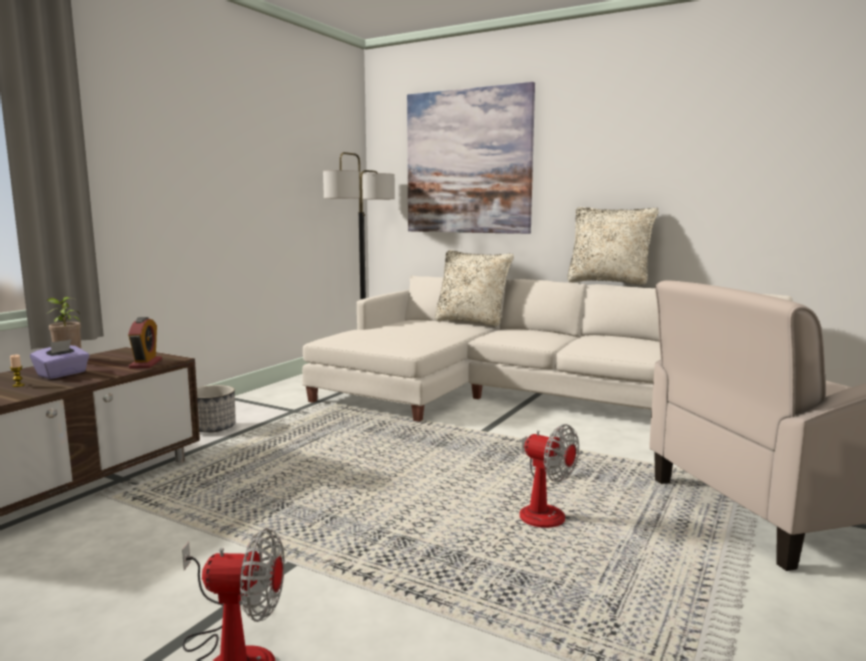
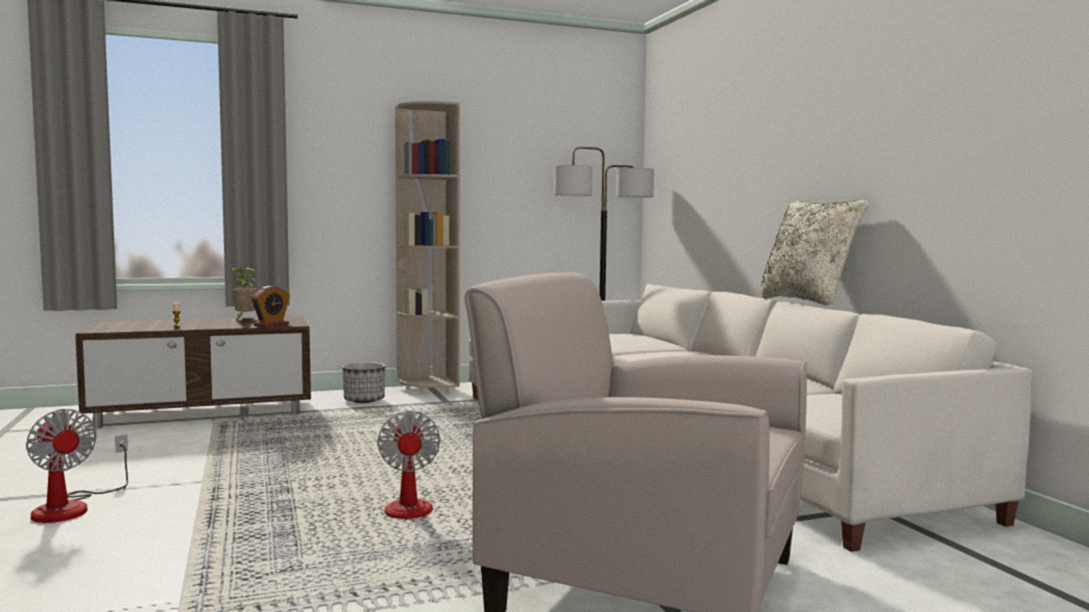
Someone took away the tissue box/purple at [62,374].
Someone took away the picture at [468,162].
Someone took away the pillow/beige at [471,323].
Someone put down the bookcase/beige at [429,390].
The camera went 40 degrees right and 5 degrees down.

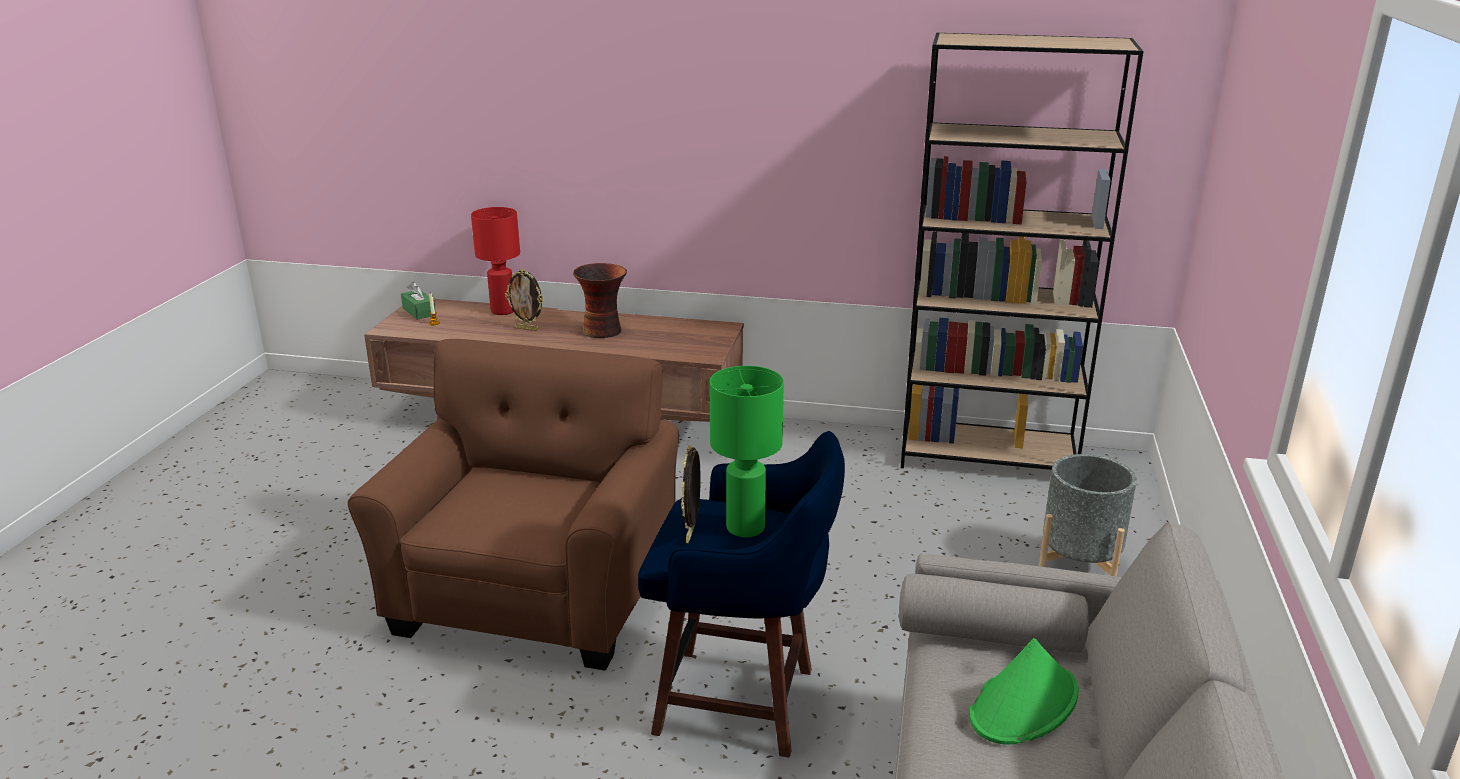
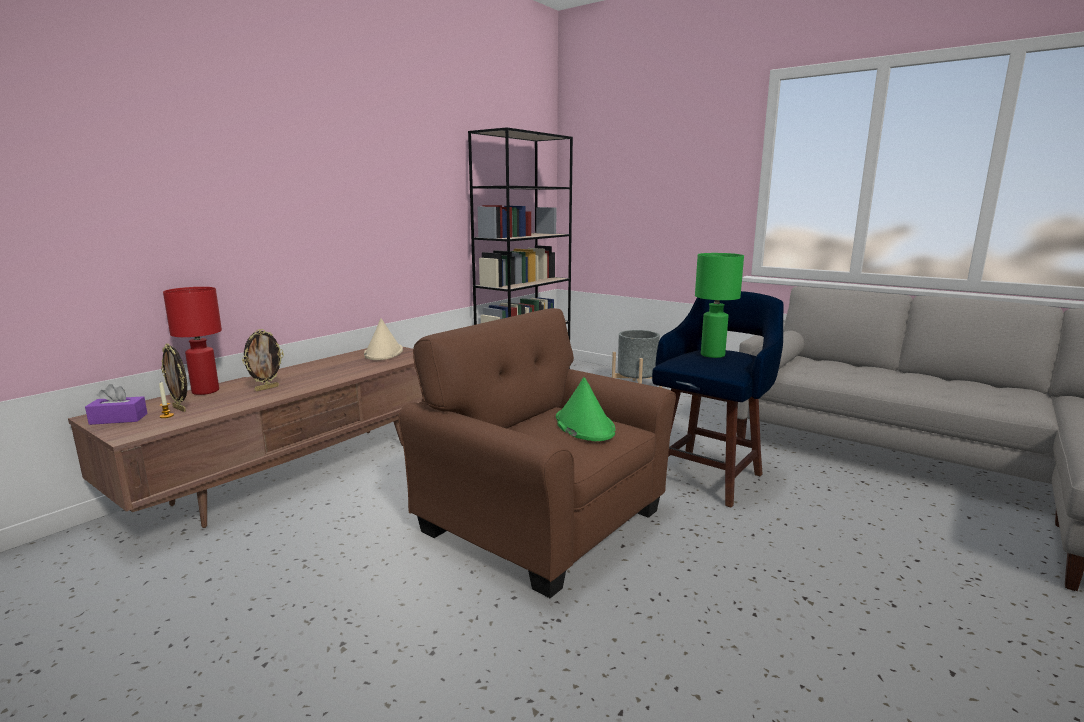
Someone repainted the tissue box/green at [419,312], which became the tissue box/purple at [118,419].
Someone took away the vase at [603,331].
Someone carried the picture frame from [692,534] to [180,409].
Someone carried the hat/green from [1024,704] to [584,425].
Someone put down the hat/beige at [383,353].
The camera went 65 degrees left and 10 degrees down.

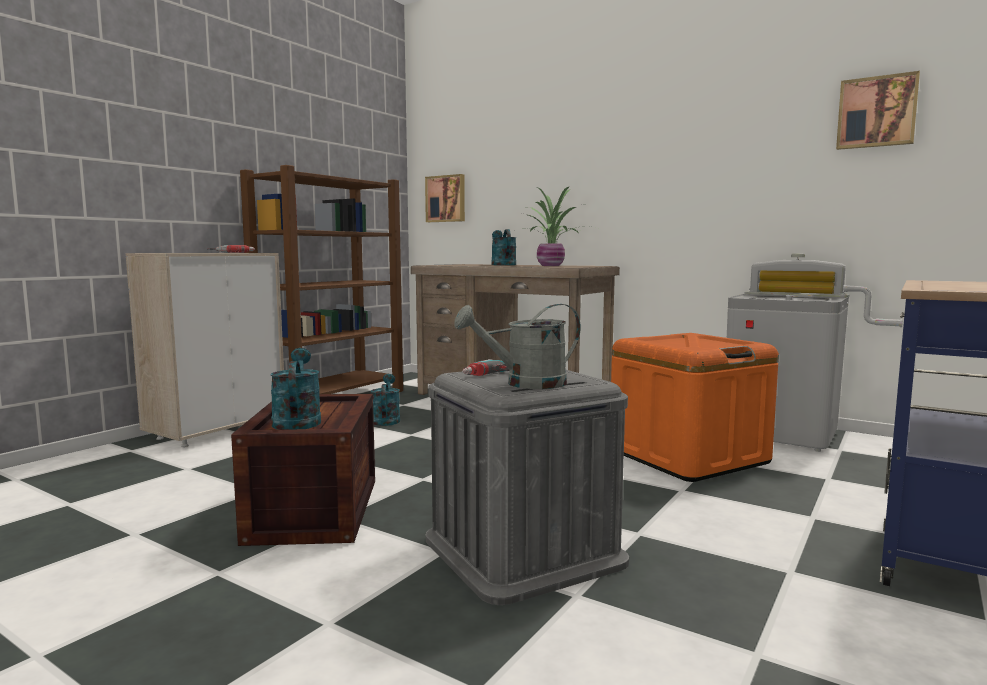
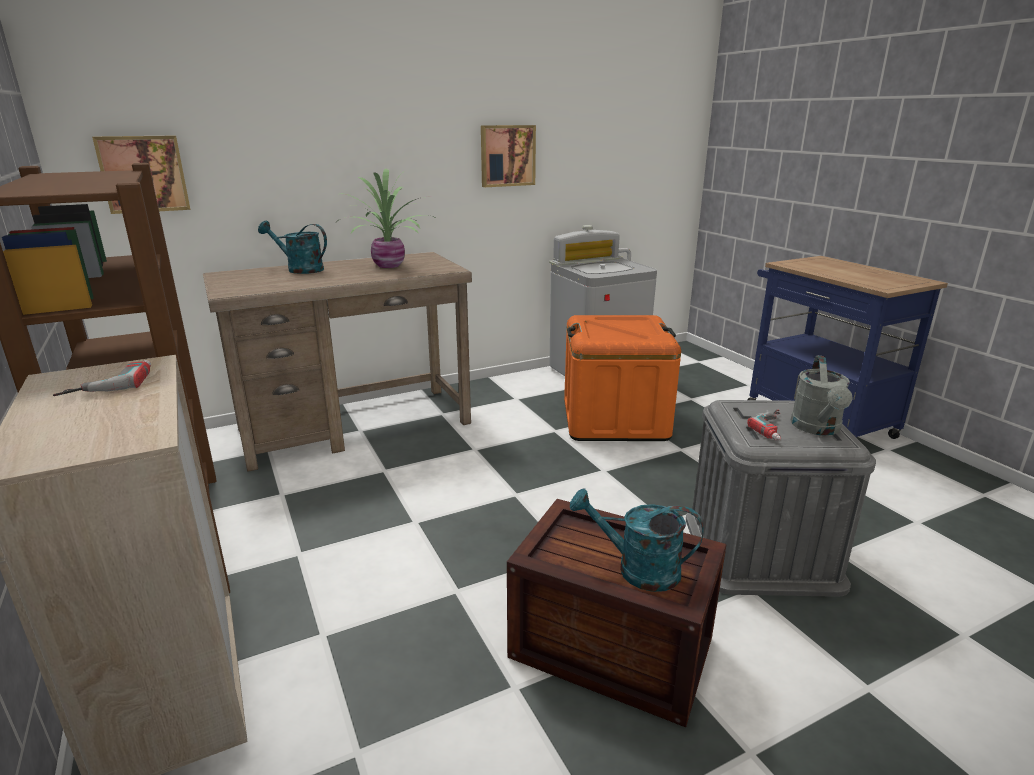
Someone took away the watering can/turquoise at [386,419].
Someone carried the picture from [876,112] to [507,155].
The camera went 60 degrees left and 15 degrees up.

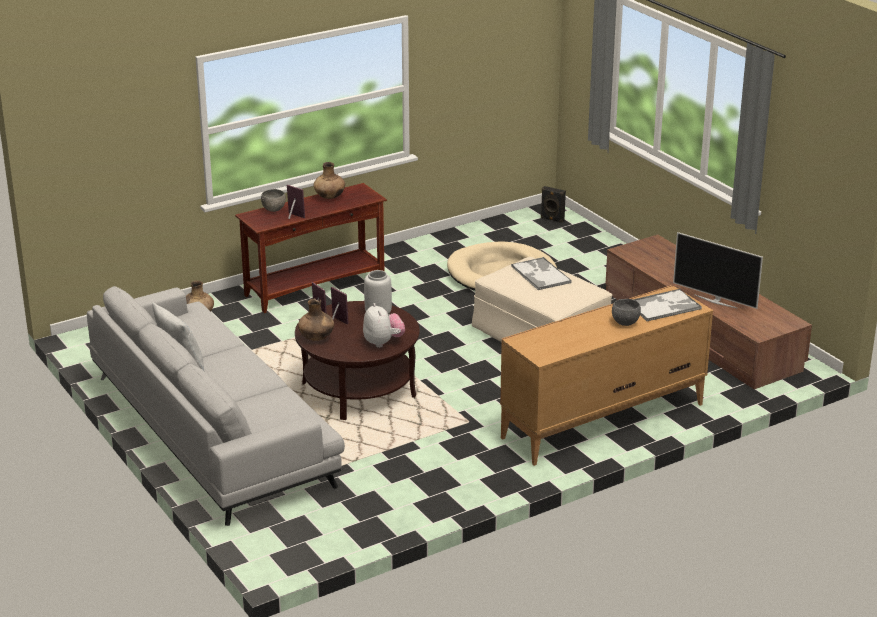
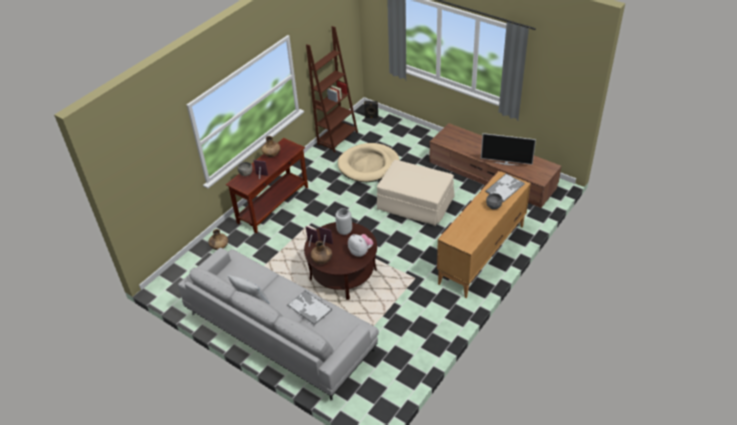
Someone carried the tray from [540,274] to [309,308].
Someone put down the bookcase/brown at [337,138].
The camera went 20 degrees left and 15 degrees up.

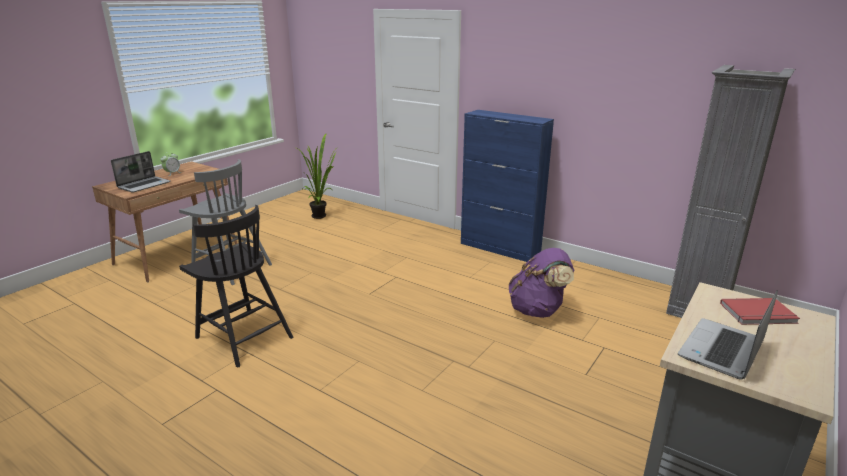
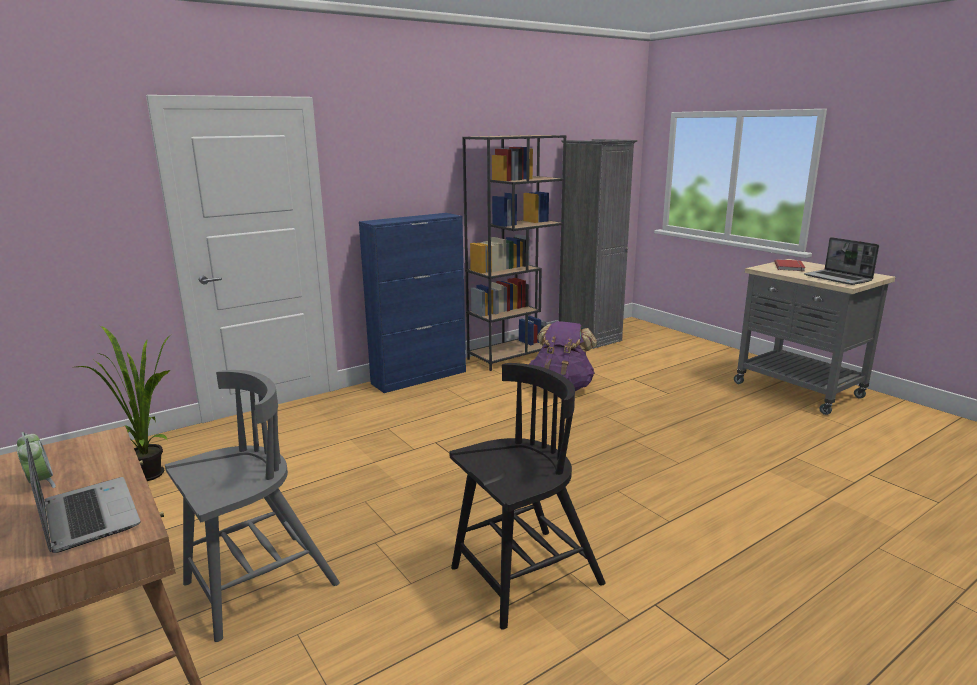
Someone put down the bookcase at [514,355].
The camera went 70 degrees left and 5 degrees down.

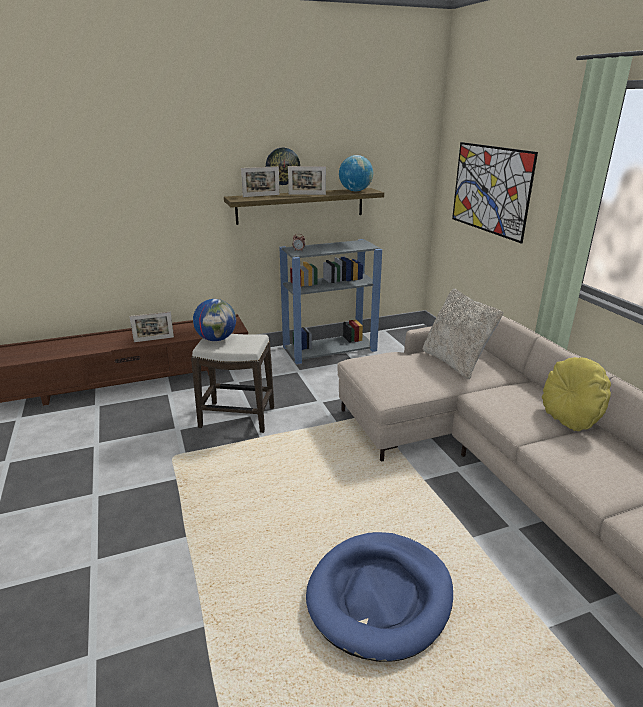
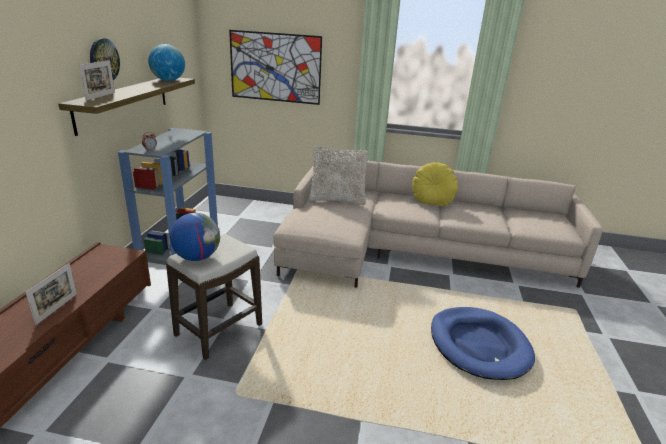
Someone took away the picture frame at [307,194].
The camera went 60 degrees left and 0 degrees up.

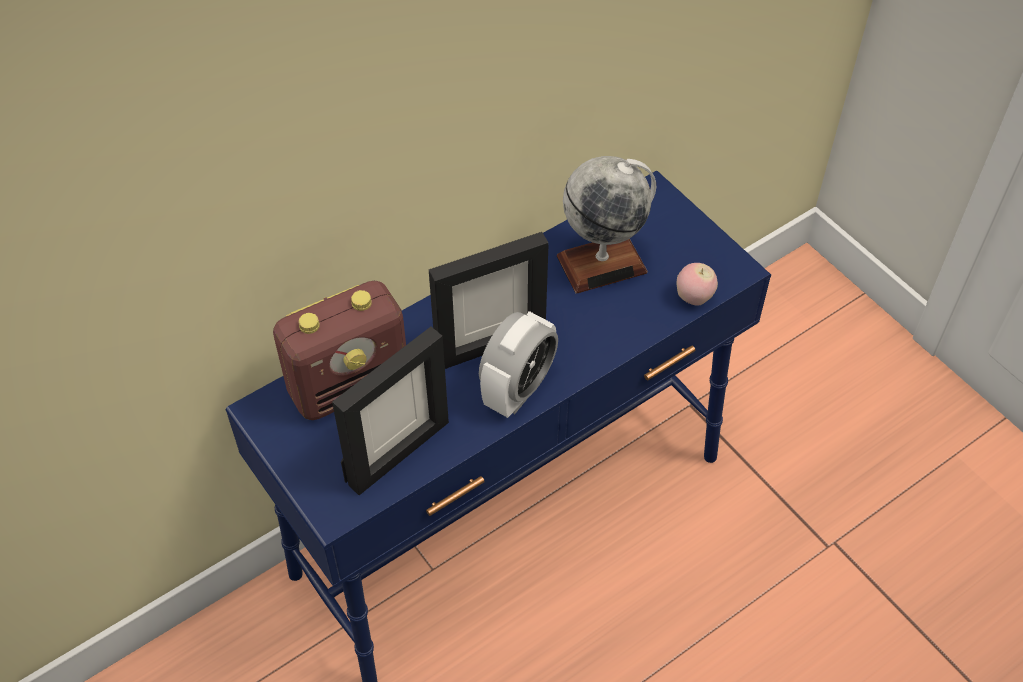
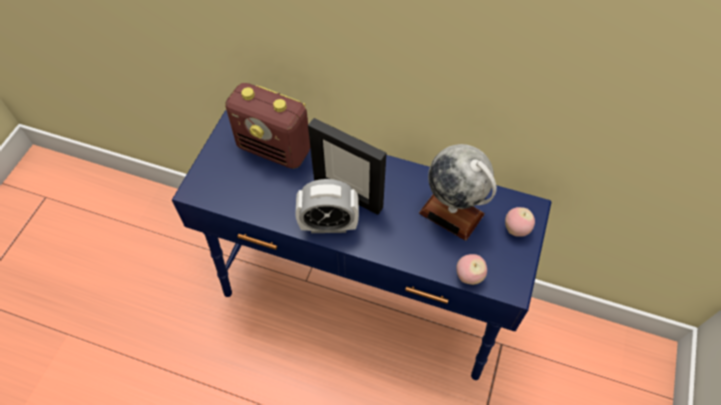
Someone took away the picture frame at [397,452].
Someone put down the apple at [516,229].
The camera went 55 degrees right and 5 degrees up.

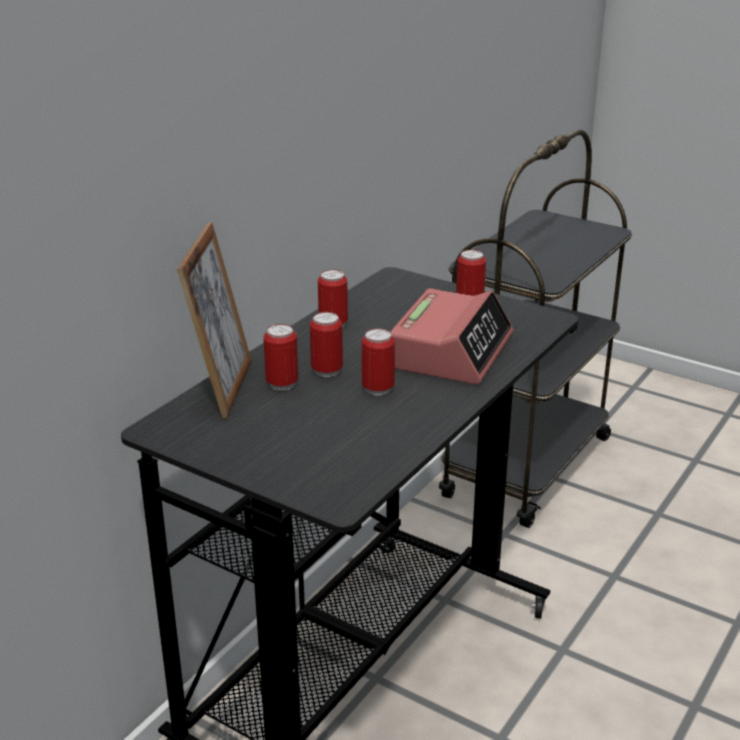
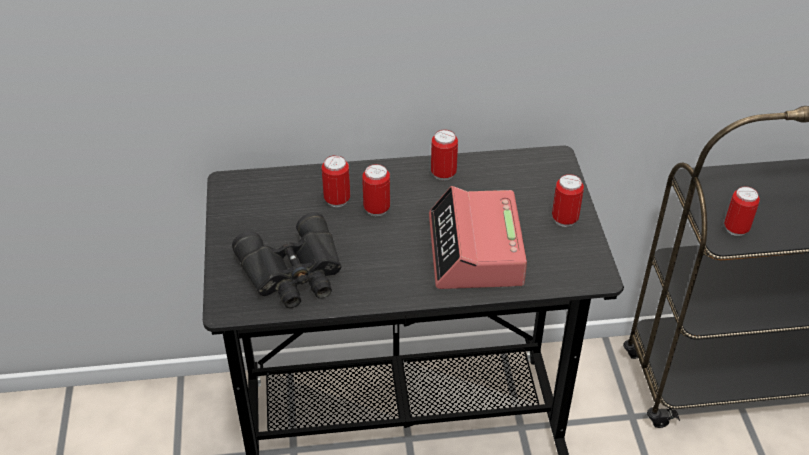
Someone took away the picture frame at [222,388].
Someone carried the can from [378,389] to [736,229].
Someone rotated the alarm clock at [451,351] by 105 degrees clockwise.
Someone put down the binoculars/black at [294,273].
The camera went 50 degrees right and 15 degrees up.

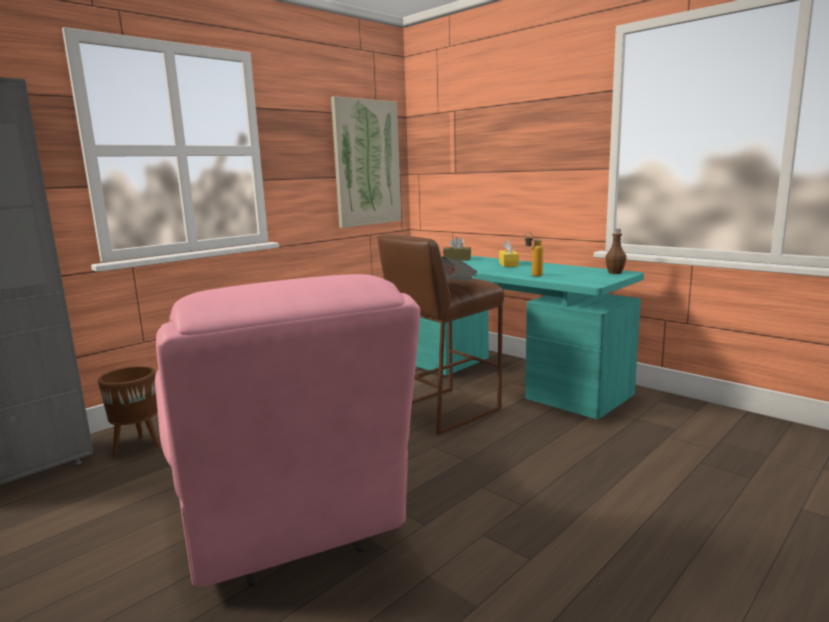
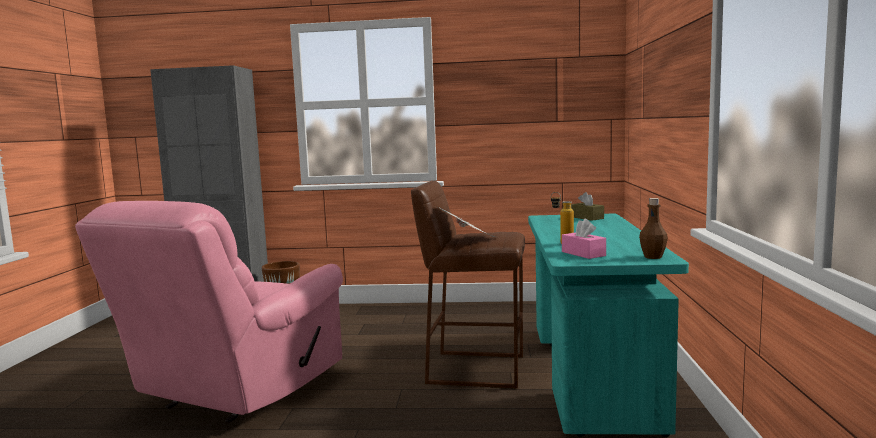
Someone took away the picture at [367,163].
Someone took away the tissue box/yellow at [508,264].
Someone put down the tissue box/pink at [583,253].
The camera went 50 degrees right and 5 degrees down.

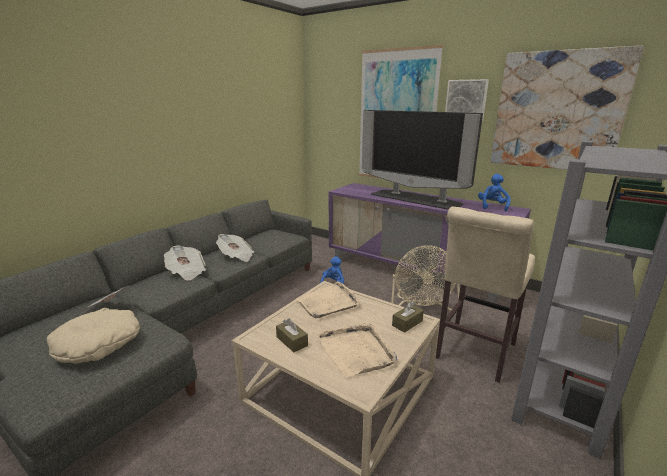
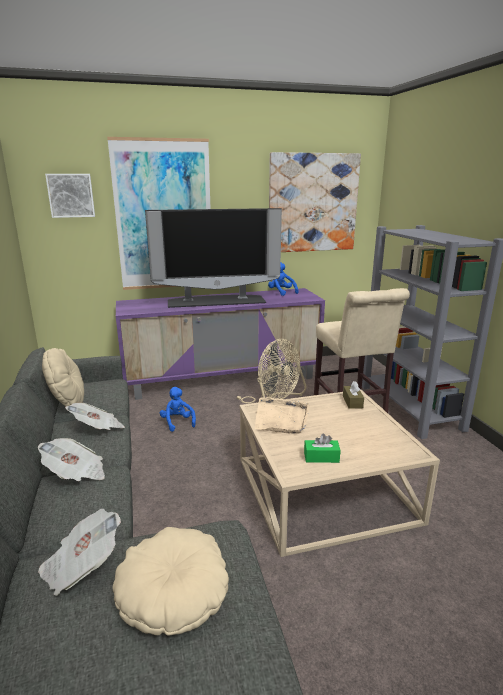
Someone repainted the tissue box/brown at [292,341], which became the tissue box/green at [321,457].
Someone took away the tray/beige at [357,350].
Someone carried the picture from [466,100] to [71,195].
Someone put down the pillow/beige at [68,403].
The camera went 50 degrees left and 0 degrees up.

